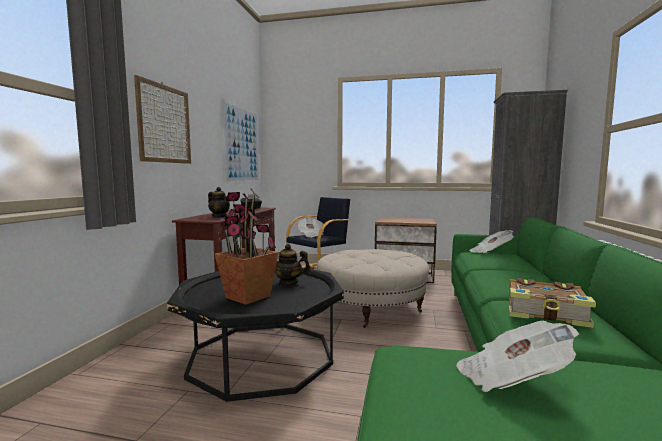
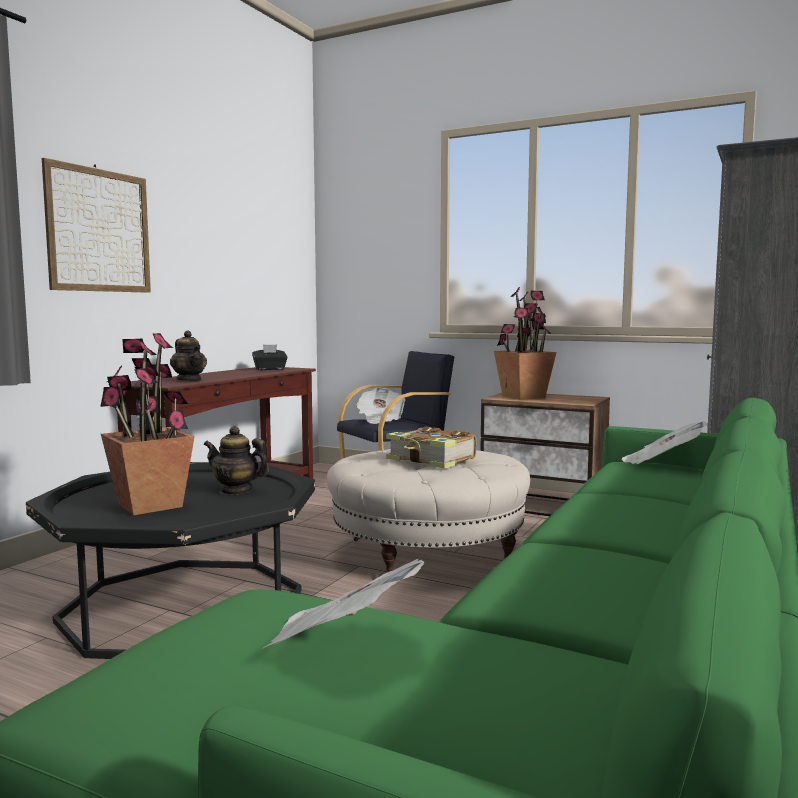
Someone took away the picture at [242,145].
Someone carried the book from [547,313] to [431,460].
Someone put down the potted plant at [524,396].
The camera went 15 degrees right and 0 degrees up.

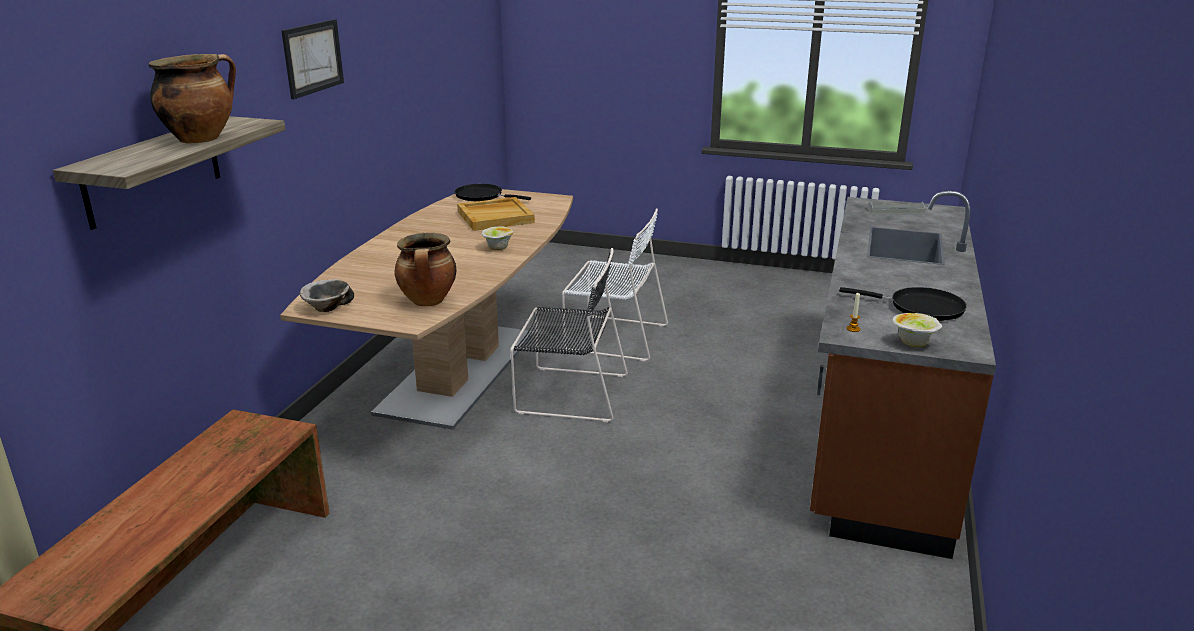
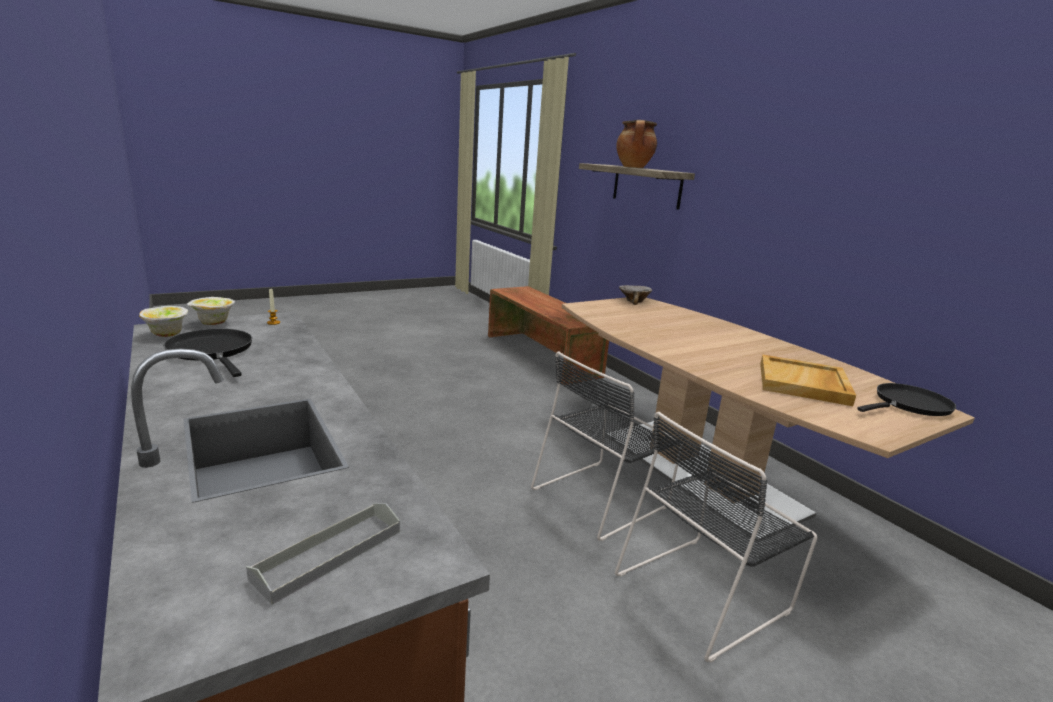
Someone took away the picture at [313,58].
Someone took away the cooking pot at [428,302].
Someone carried the bowl from [497,248] to [168,334].
Someone repainted the chair/white at [613,337], which became the chair/black at [705,591].
Someone rotated the frying pan/black at [920,308] by 75 degrees clockwise.
The camera went 130 degrees right and 5 degrees down.

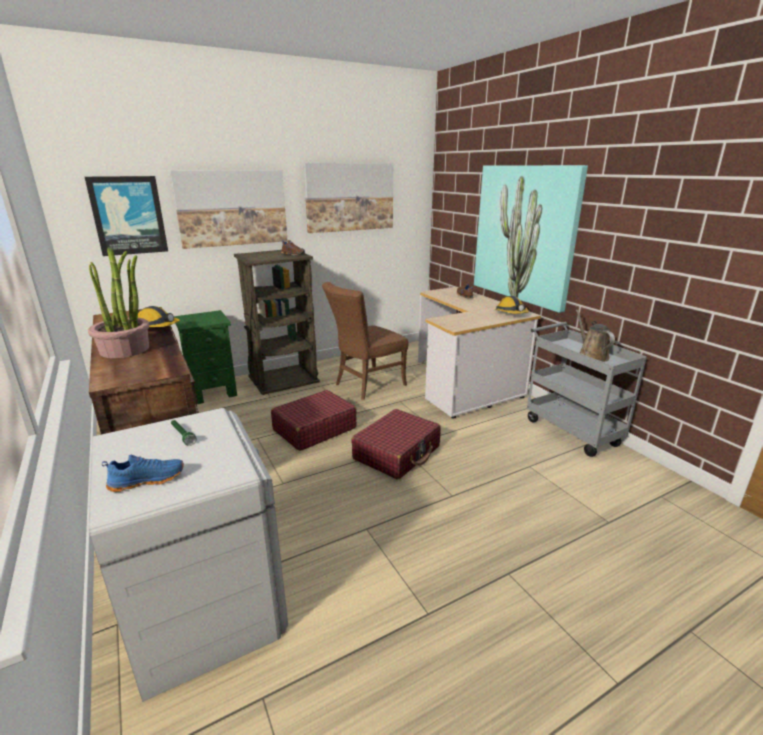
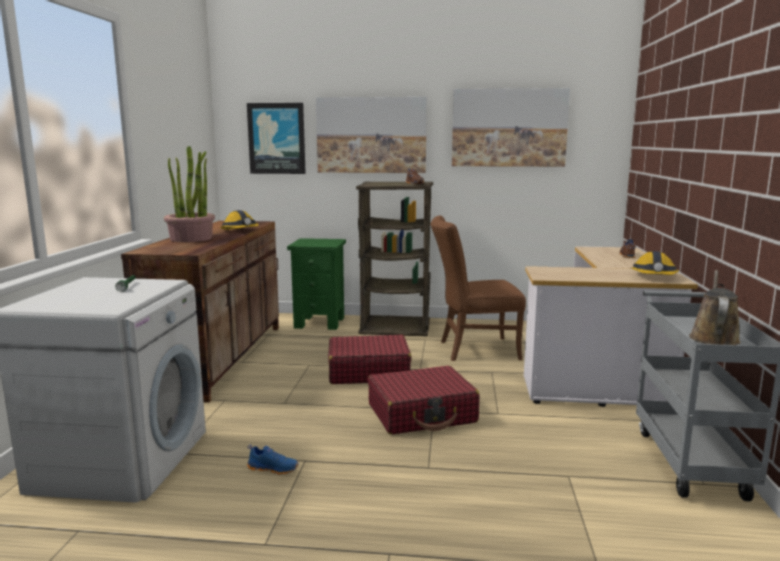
Someone carried the shoe/blue from [147,480] to [273,468].
Someone took away the picture at [525,234].
The camera went 35 degrees right and 10 degrees down.

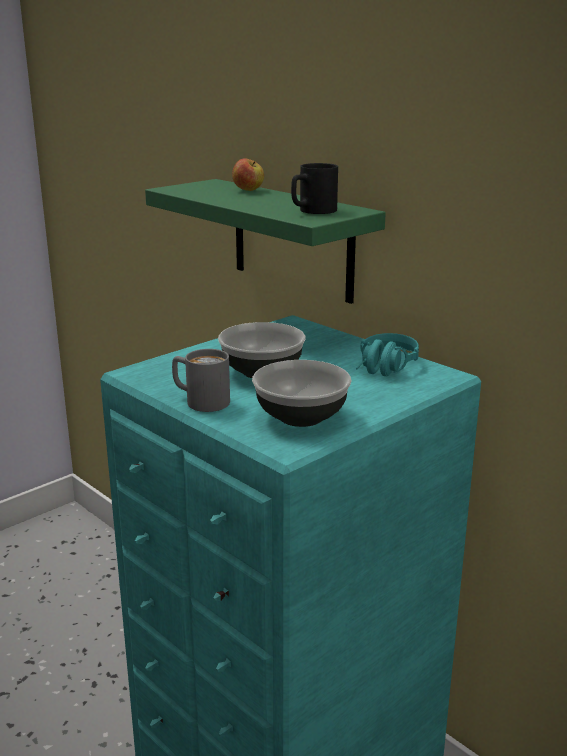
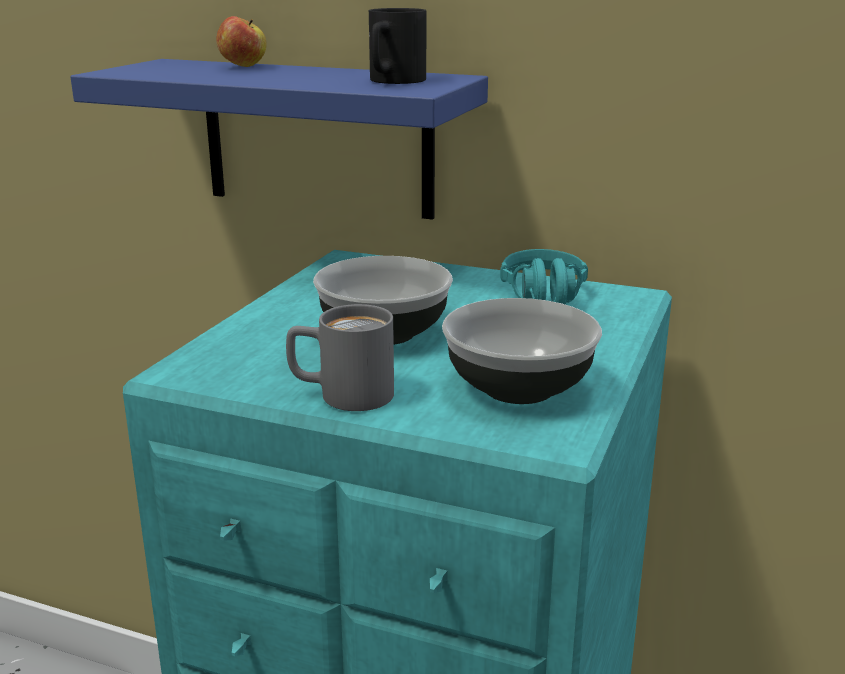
Someone repainted the shelf/green at [292,240], which became the shelf/blue at [317,138].
The camera went 25 degrees left and 0 degrees up.

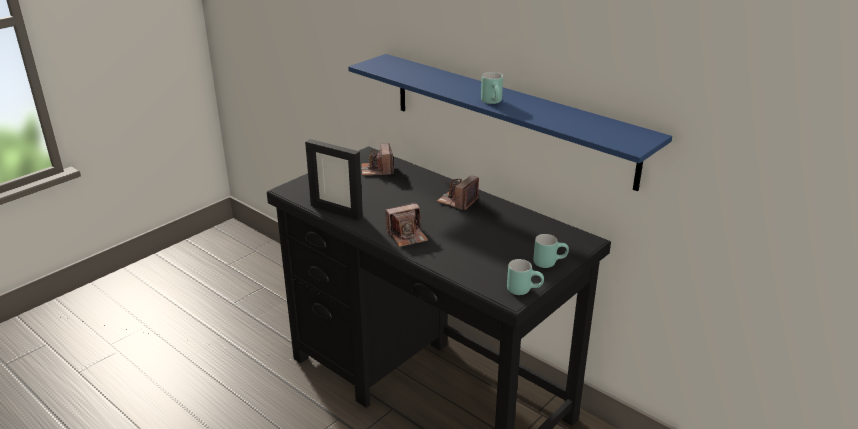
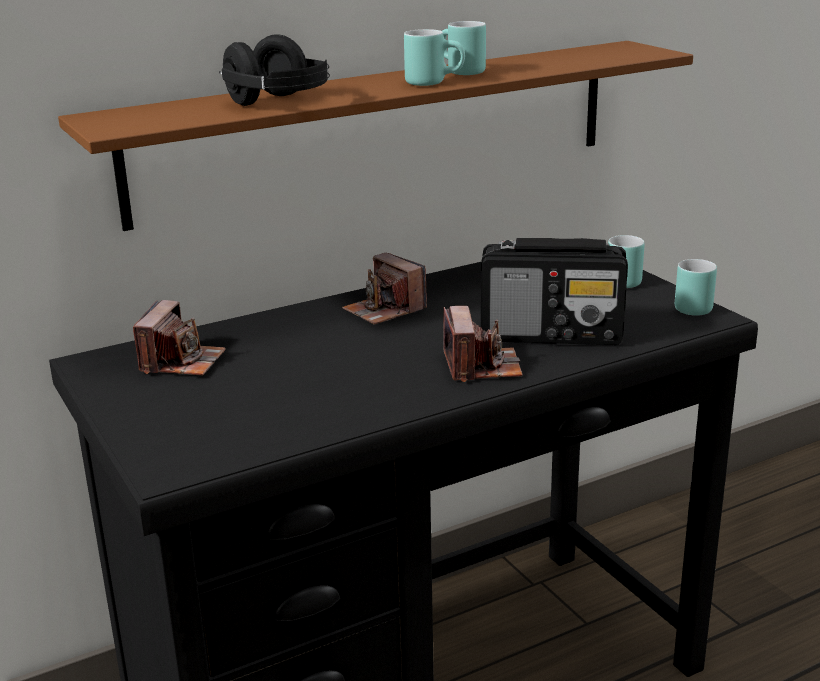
Someone took away the picture frame at [337,210].
Someone repainted the shelf/blue at [508,118], which became the shelf/brown at [380,129].
Someone rotated the photo camera at [377,170] by 90 degrees counterclockwise.
Someone put down the headphones/black at [279,103].
Someone put down the mug/turquoise at [458,72].
Someone put down the radio at [552,334].
The camera went 70 degrees left and 5 degrees down.

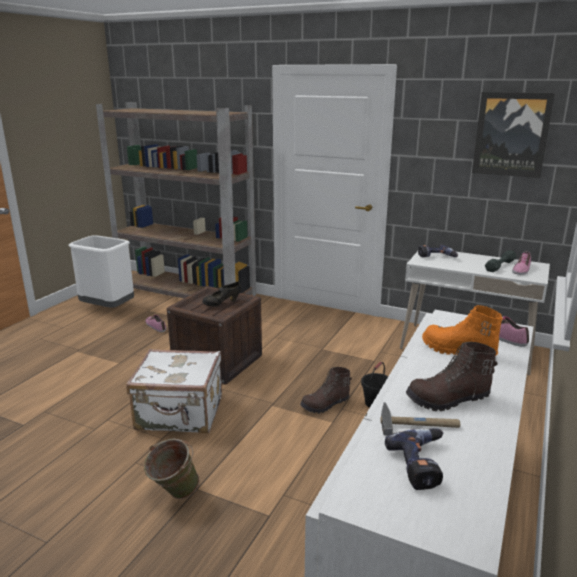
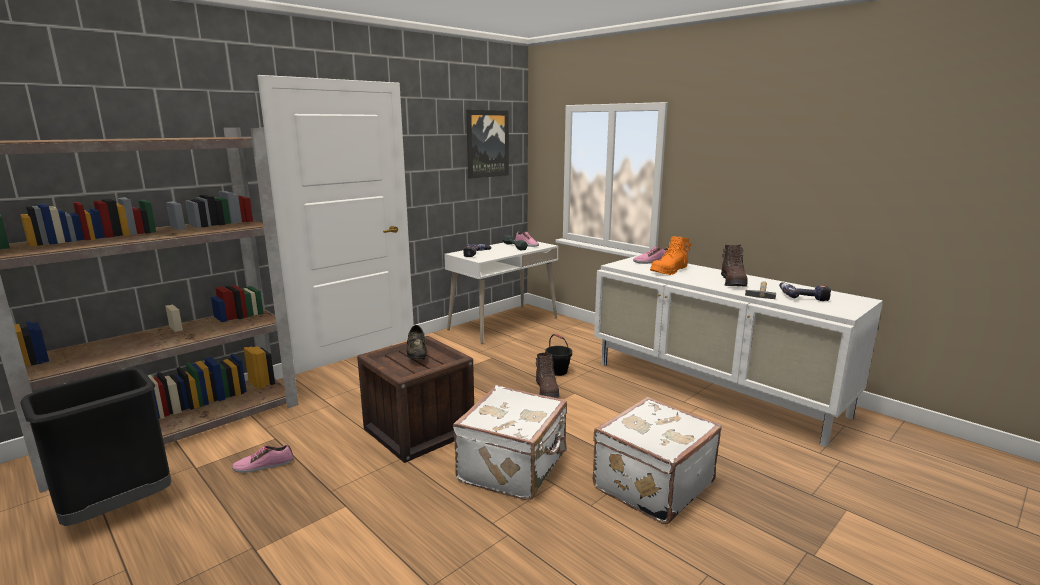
Someone repainted the trash can/white at [108,308], which became the trash can/black at [118,509].
Someone swapped the bucket/green at [174,495] for the suitcase/white at [651,485].
The camera went 70 degrees left and 5 degrees down.

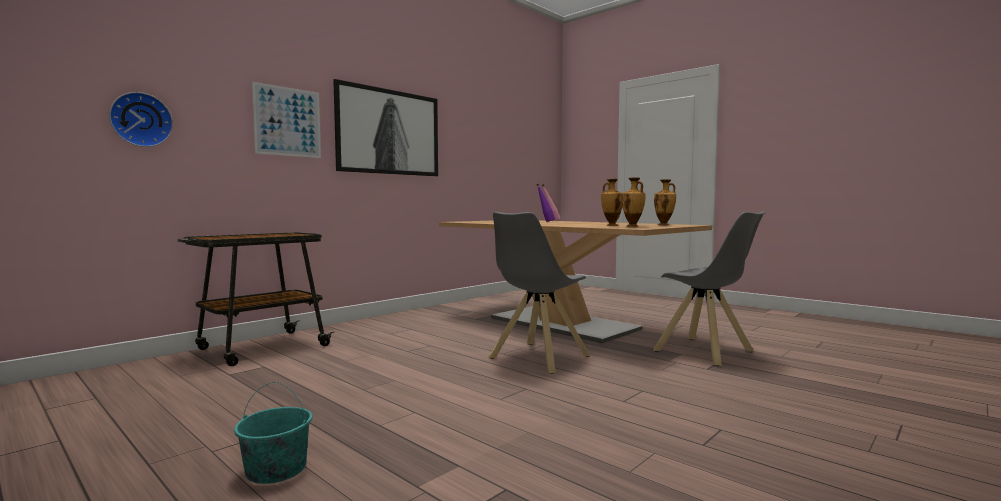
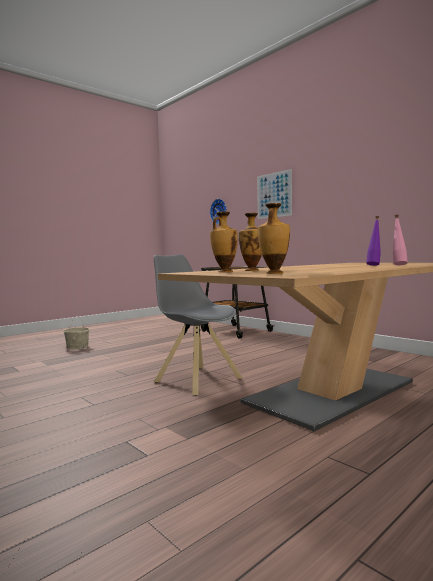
Someone repainted the bucket/turquoise at [275,469], which became the bucket/beige at [77,347].
Someone took away the picture at [389,132].
Someone took away the chair/grey at [706,351].
The camera went 95 degrees right and 0 degrees up.

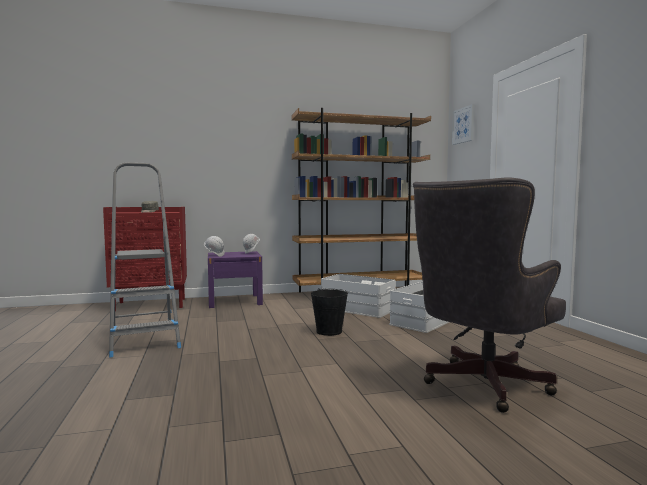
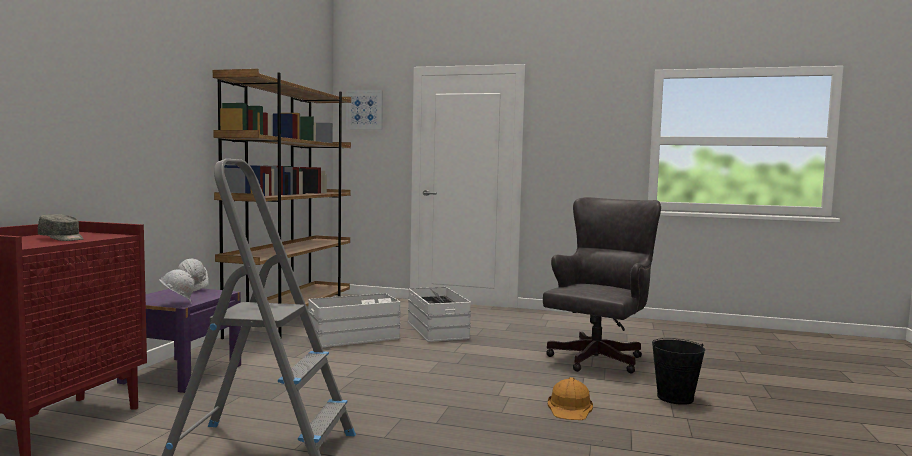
Someone carried the bucket/black from [329,331] to [675,398].
Someone rotated the office chair/grey at [482,386] by 135 degrees counterclockwise.
Someone put down the hard hat/orange at [570,407].
The camera went 60 degrees left and 0 degrees up.

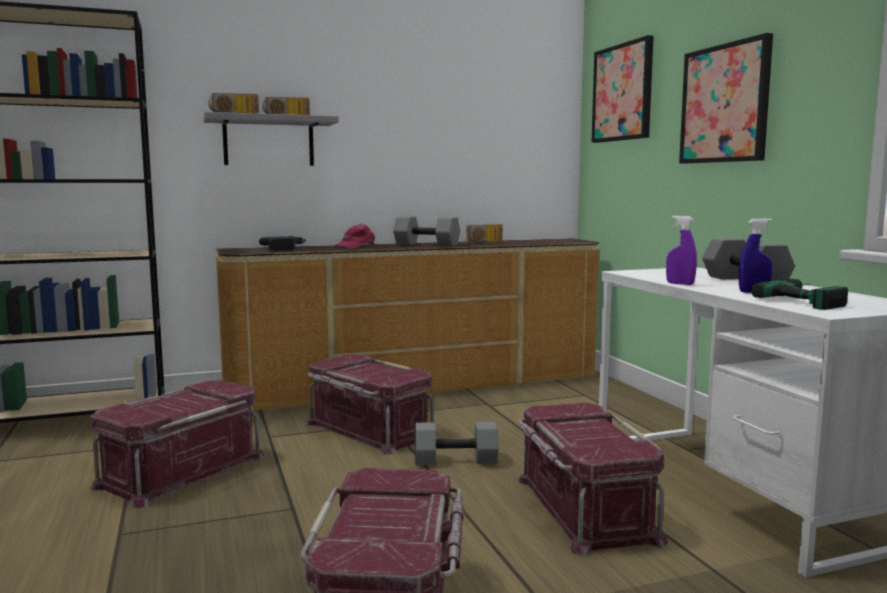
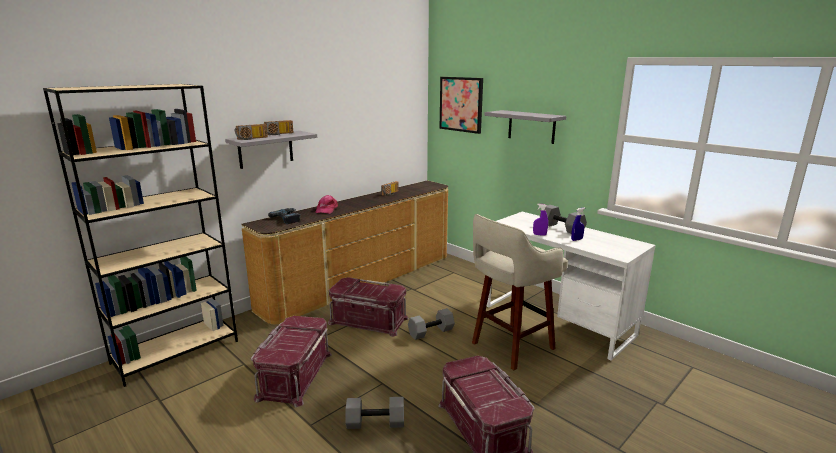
Someone carried the dumbbell/grey from [425,244] to [375,423].
Someone swapped the storage box/red at [583,508] for the stool/beige at [510,347].
Someone swapped the picture at [725,104] for the shelf/grey at [531,126].
Someone took away the power drill at [810,300].
The camera went 25 degrees left and 10 degrees up.

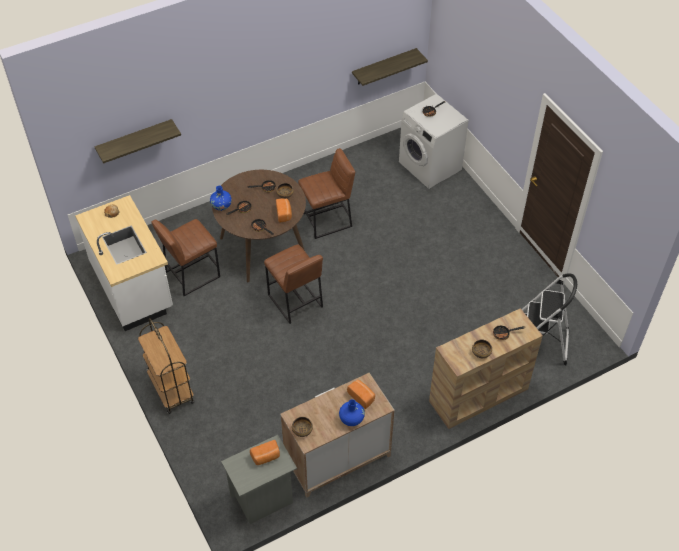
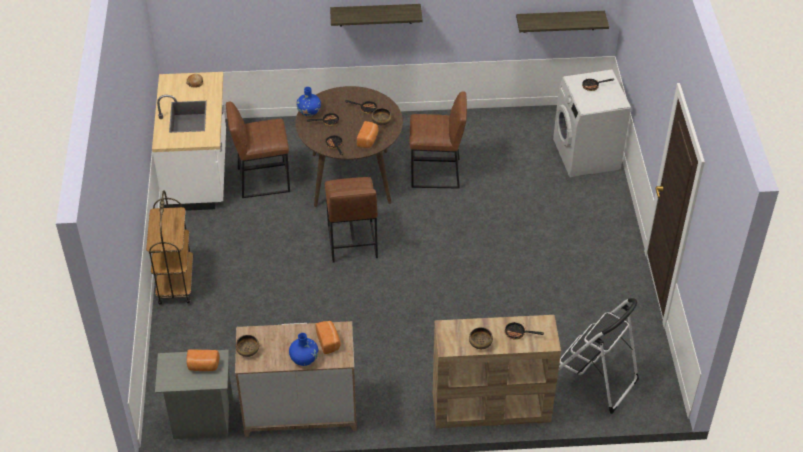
Someone carried the shelf from [135,140] to [375,15].
The camera went 25 degrees right and 5 degrees down.

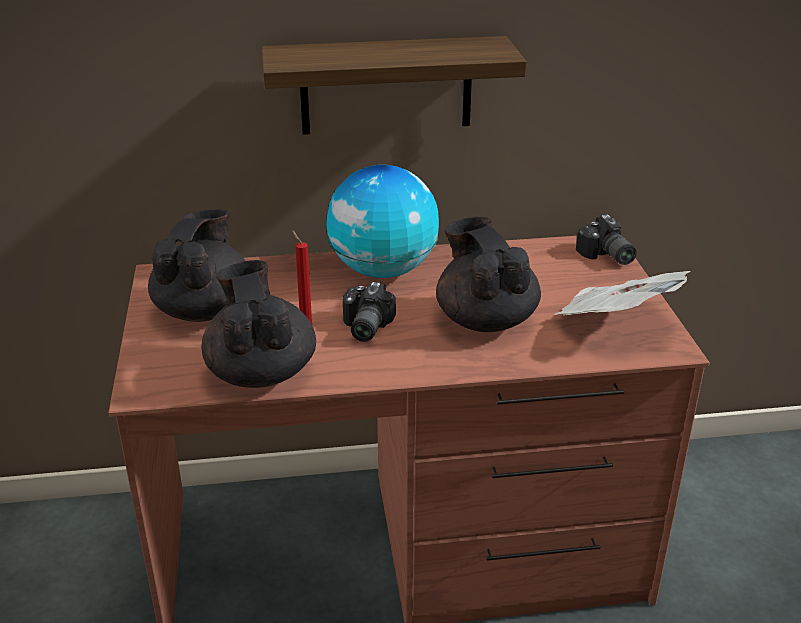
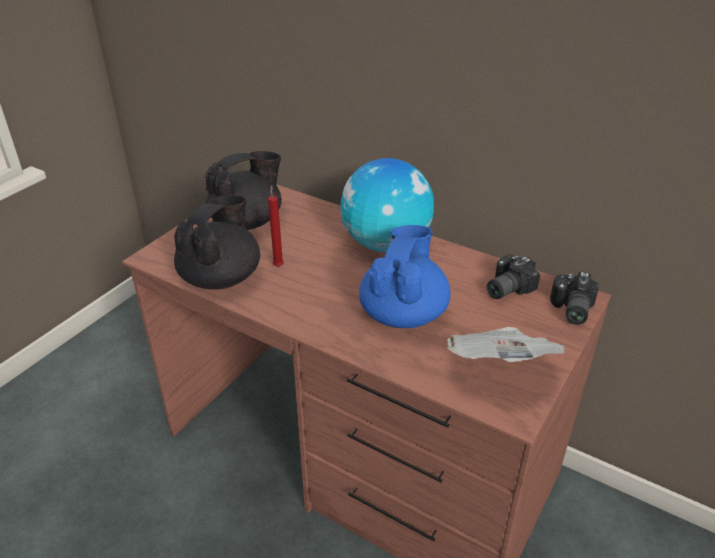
Someone took away the shelf at [386,85].
Someone carried the photo camera from [364,327] to [505,288].
Someone repainted the teapot/black at [485,319], which became the teapot/blue at [403,313].
The camera went 40 degrees right and 5 degrees up.

